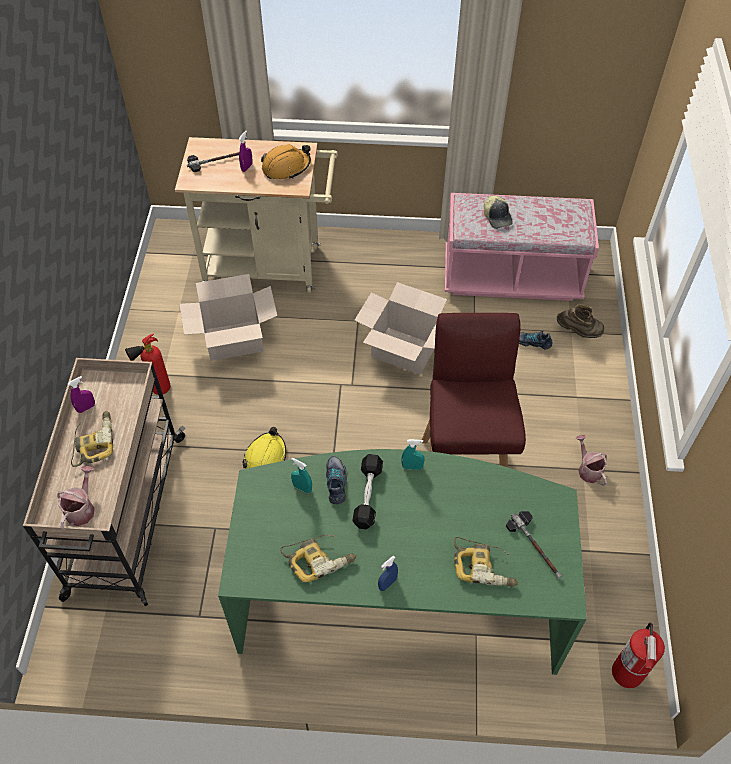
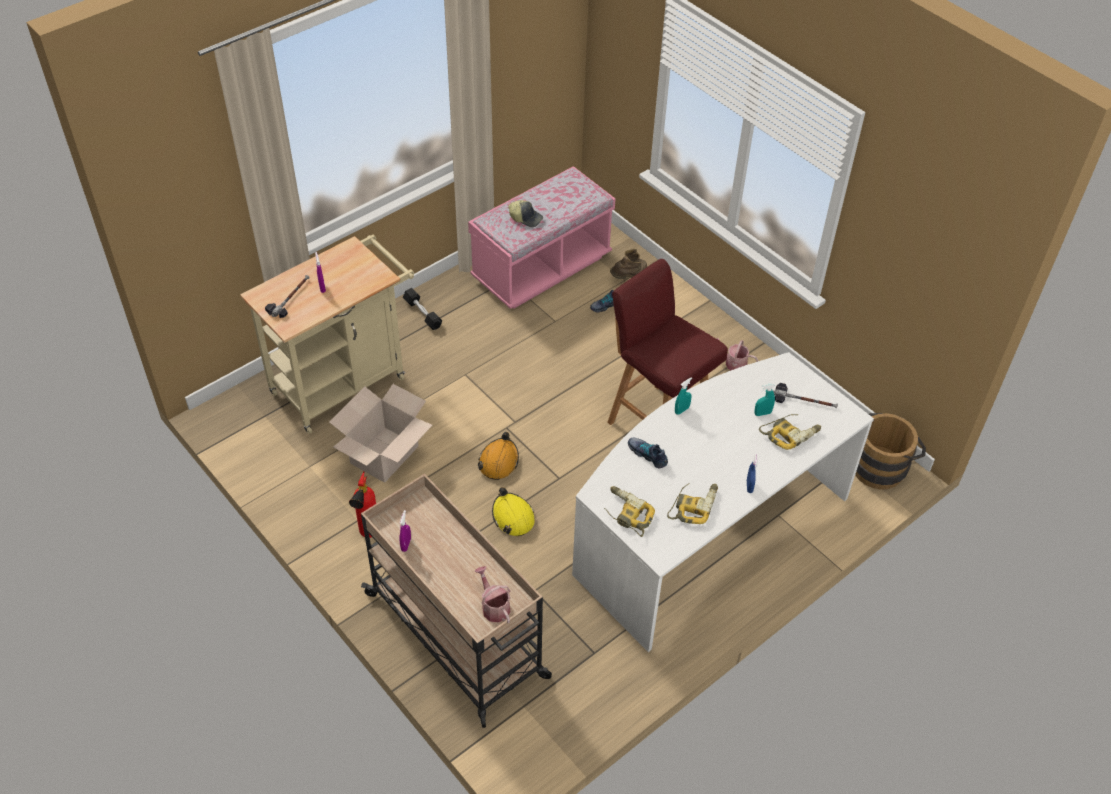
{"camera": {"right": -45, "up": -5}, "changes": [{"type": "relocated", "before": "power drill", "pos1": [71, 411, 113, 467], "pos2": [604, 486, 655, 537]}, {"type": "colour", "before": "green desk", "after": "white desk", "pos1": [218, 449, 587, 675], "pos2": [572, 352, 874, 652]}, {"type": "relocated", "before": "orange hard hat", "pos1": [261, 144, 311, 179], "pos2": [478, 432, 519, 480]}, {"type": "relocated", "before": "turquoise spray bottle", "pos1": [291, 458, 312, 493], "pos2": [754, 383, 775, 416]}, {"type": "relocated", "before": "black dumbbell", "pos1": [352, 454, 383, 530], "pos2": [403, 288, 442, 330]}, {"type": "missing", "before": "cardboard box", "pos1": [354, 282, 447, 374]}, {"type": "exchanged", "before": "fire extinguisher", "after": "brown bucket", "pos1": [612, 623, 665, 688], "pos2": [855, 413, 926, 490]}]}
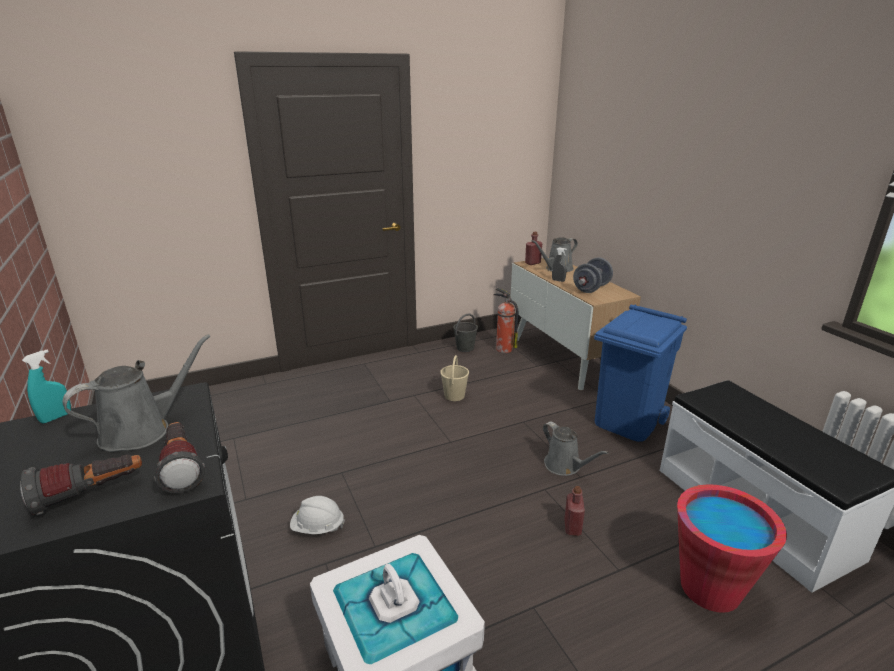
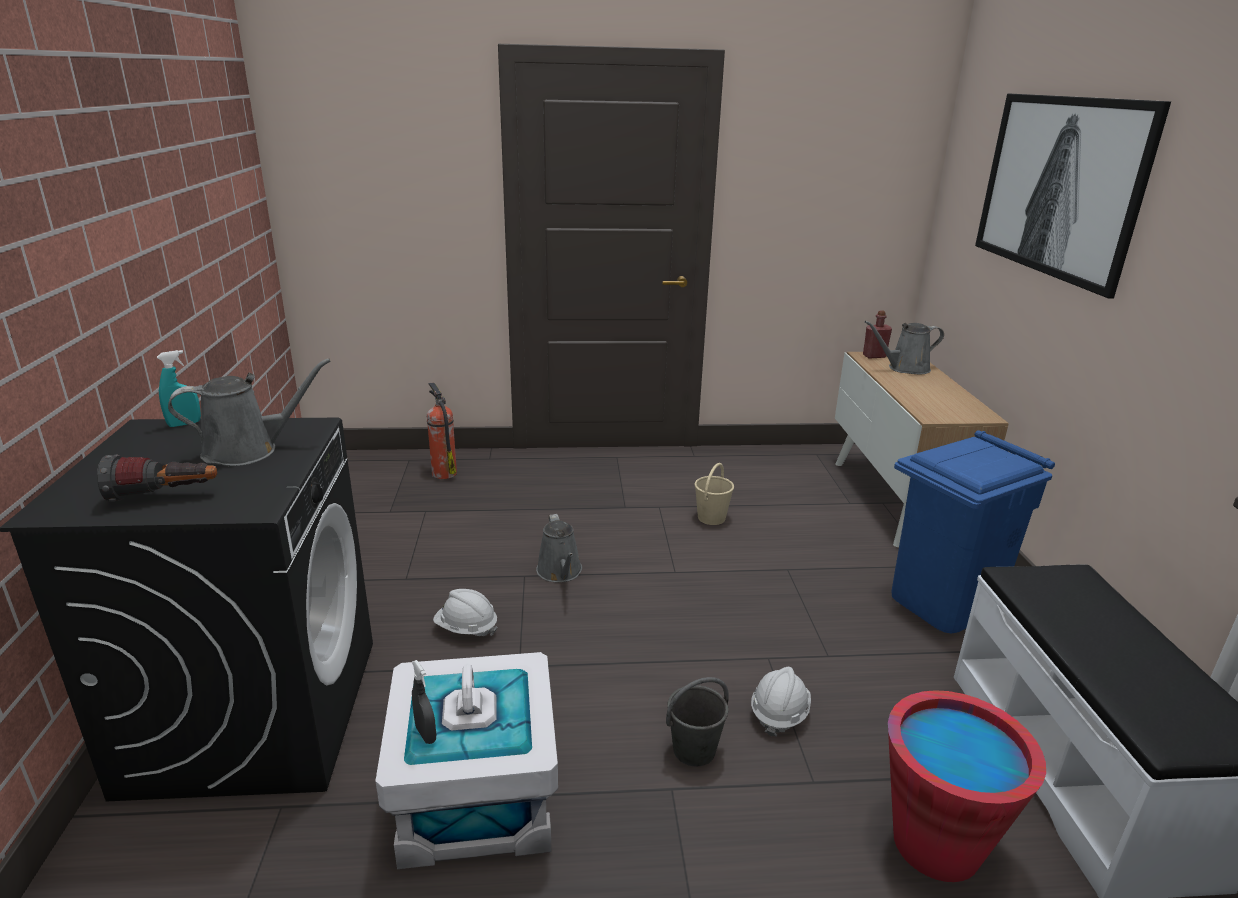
{"camera": {"right": 20, "up": 0}, "changes": [{"type": "missing", "before": "flashlight", "pos1": [154, 422, 205, 493]}, {"type": "relocated", "before": "grey bucket", "pos1": [453, 313, 478, 352], "pos2": [666, 677, 729, 767]}, {"type": "relocated", "before": "fire extinguisher", "pos1": [493, 288, 519, 353], "pos2": [427, 382, 457, 479]}, {"type": "relocated", "before": "grey watering can", "pos1": [543, 422, 608, 476], "pos2": [536, 514, 582, 582]}, {"type": "relocated", "before": "grey spray bottle", "pos1": [552, 247, 567, 282], "pos2": [412, 660, 436, 744]}, {"type": "exchanged", "before": "red bottle", "after": "white hard hat", "pos1": [564, 486, 585, 536], "pos2": [751, 667, 811, 737]}, {"type": "missing", "before": "grey dumbbell", "pos1": [573, 257, 613, 293]}, {"type": "appeared", "after": "picture", "pos2": [975, 94, 1171, 298]}]}
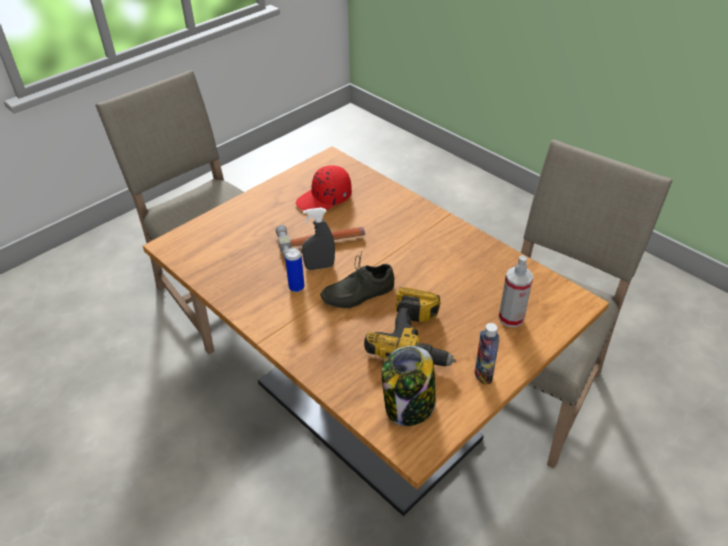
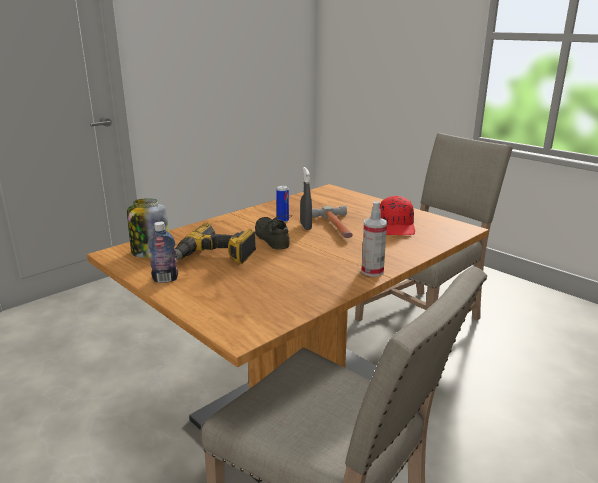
{"camera": {"right": 90, "up": -20}, "changes": [{"type": "spun", "before": "red cap", "pos1": [296, 165, 352, 211], "pos2": [380, 196, 415, 235], "turn": -150}, {"type": "relocated", "before": "spray bottle", "pos1": [499, 255, 533, 328], "pos2": [361, 201, 387, 277]}]}
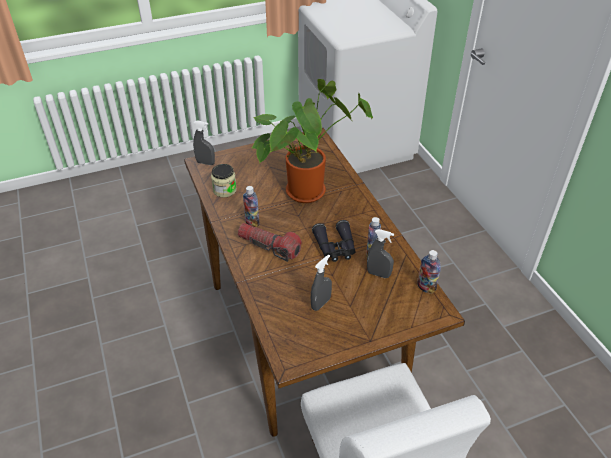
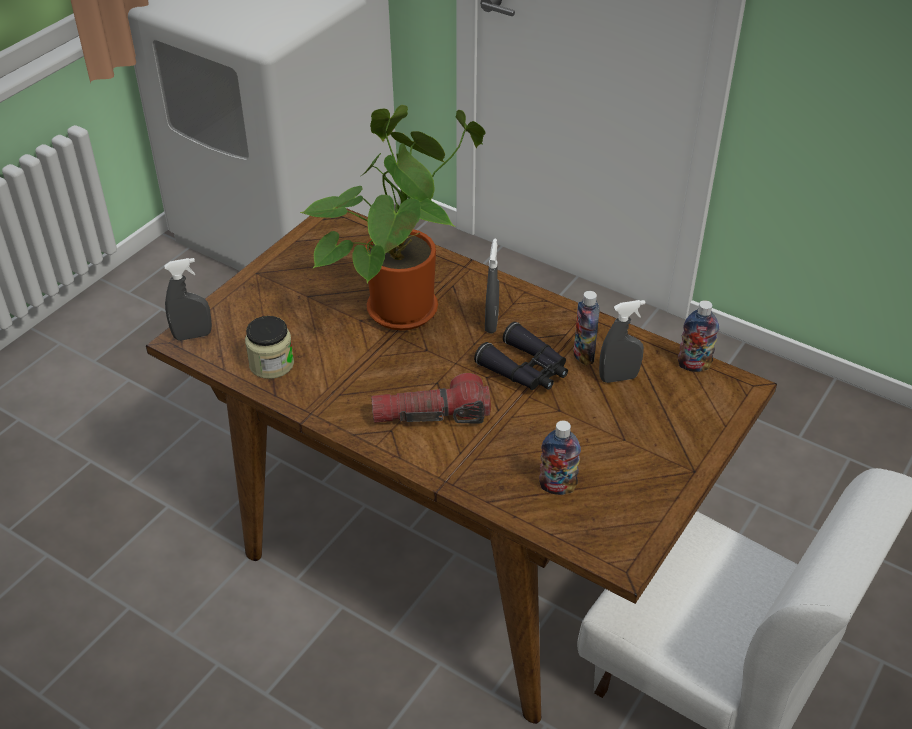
{"camera": {"right": -35, "up": 0}, "changes": [{"type": "relocated", "before": "bottle", "pos1": [243, 186, 260, 227], "pos2": [539, 421, 581, 495]}, {"type": "relocated", "before": "grey spray bottle", "pos1": [311, 255, 332, 311], "pos2": [485, 239, 499, 333]}]}
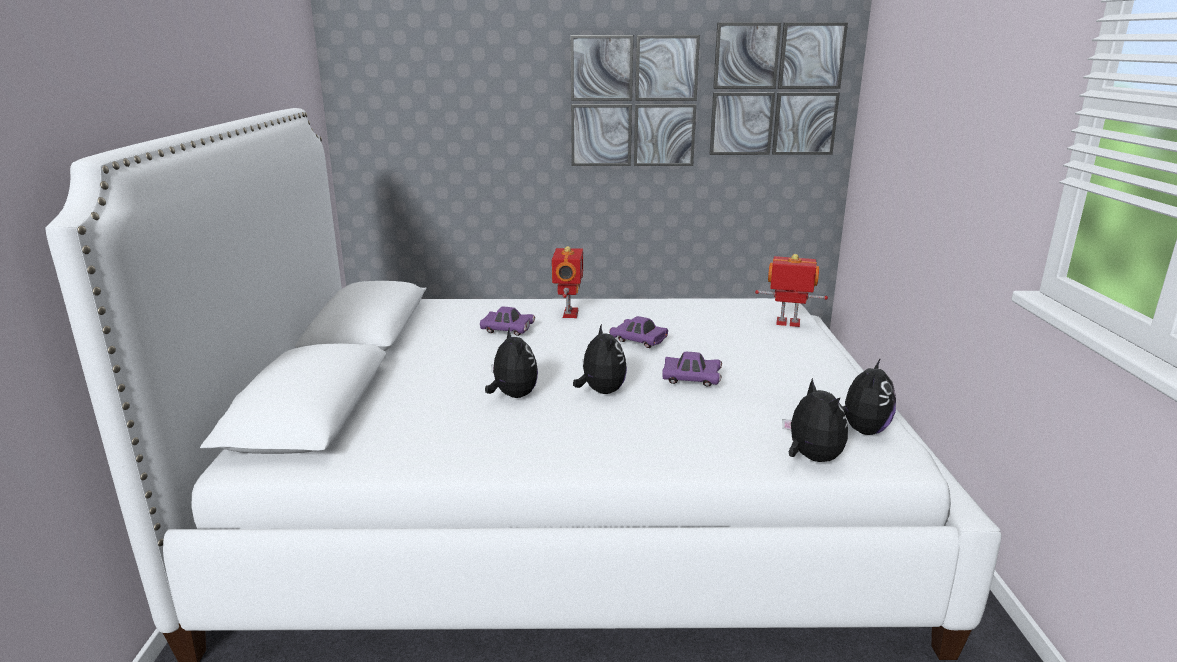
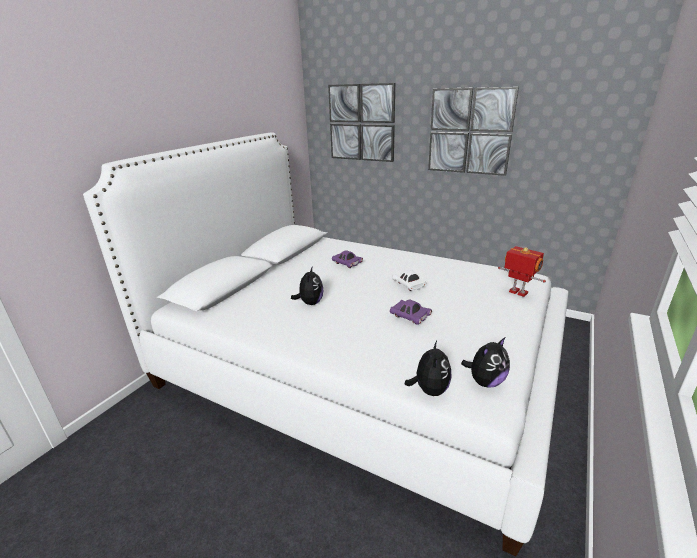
{"camera": {"right": 30, "up": 5}, "changes": [{"type": "missing", "before": "toy robot", "pos1": [552, 246, 584, 318]}, {"type": "missing", "before": "plush toy", "pos1": [573, 323, 627, 394]}, {"type": "colour", "before": "purple toy car", "after": "white toy car", "pos1": [609, 316, 668, 348], "pos2": [392, 270, 426, 291]}, {"type": "relocated", "before": "picture", "pos1": [710, 23, 848, 155], "pos2": [328, 83, 395, 162]}]}
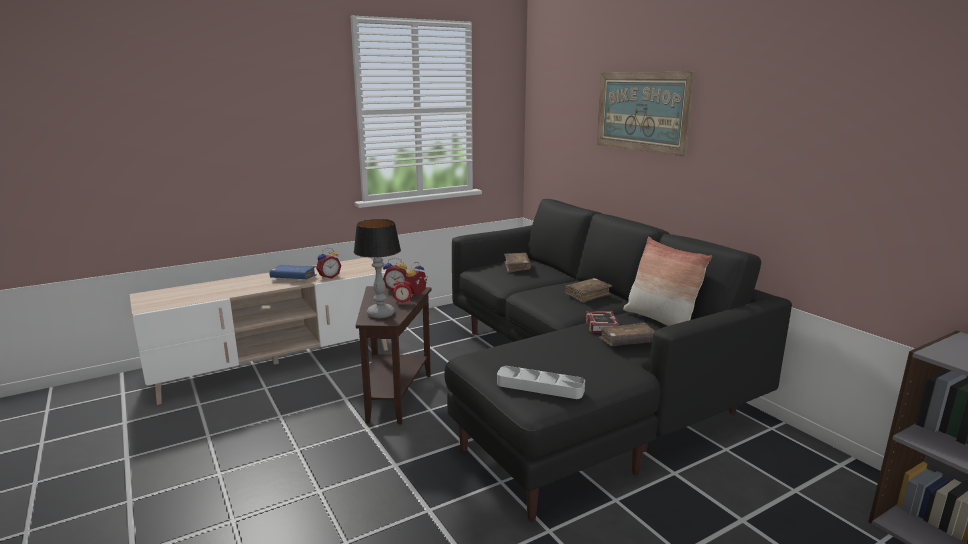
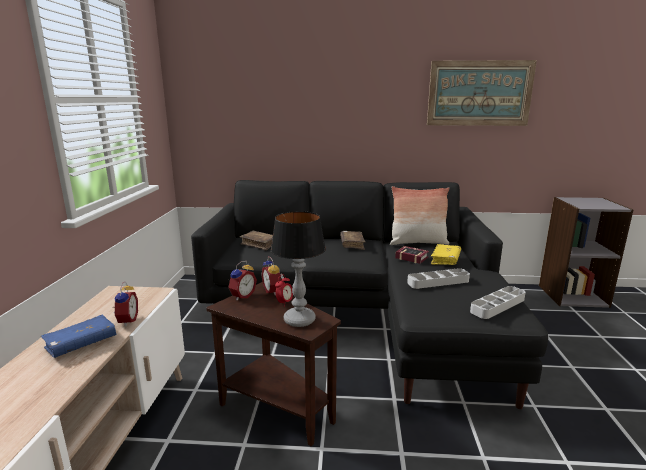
{"camera": {"right": -55, "up": 0}, "changes": [{"type": "relocated", "before": "picture", "pos1": [597, 72, 695, 157], "pos2": [427, 60, 537, 126]}, {"type": "colour", "before": "brown book", "after": "yellow book", "pos1": [599, 323, 655, 346], "pos2": [431, 244, 461, 265]}, {"type": "appeared", "after": "grey tray", "pos2": [407, 268, 470, 289]}]}
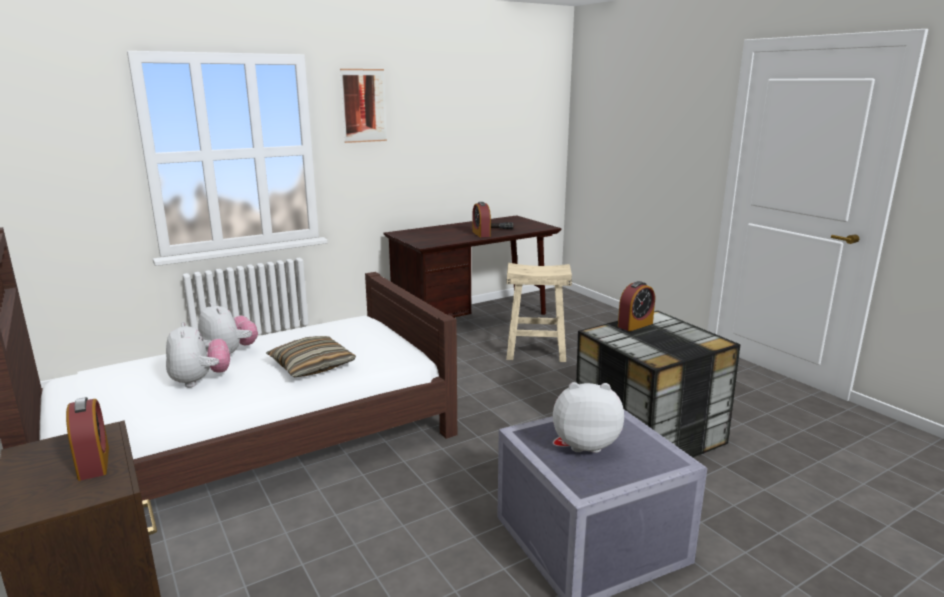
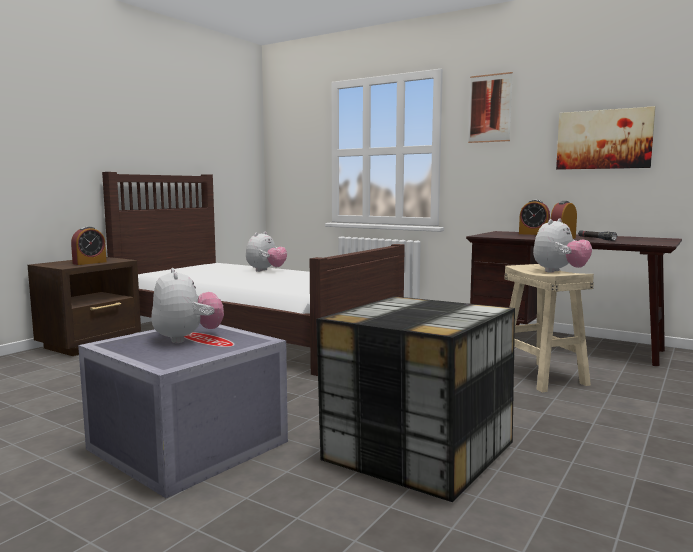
{"camera": {"right": 65, "up": -10}, "changes": [{"type": "relocated", "before": "plush toy", "pos1": [166, 322, 230, 388], "pos2": [533, 218, 592, 273]}, {"type": "missing", "before": "pillow", "pos1": [266, 336, 356, 377]}, {"type": "relocated", "before": "alarm clock", "pos1": [618, 281, 655, 331], "pos2": [519, 200, 550, 235]}, {"type": "appeared", "after": "picture", "pos2": [556, 106, 656, 170]}]}
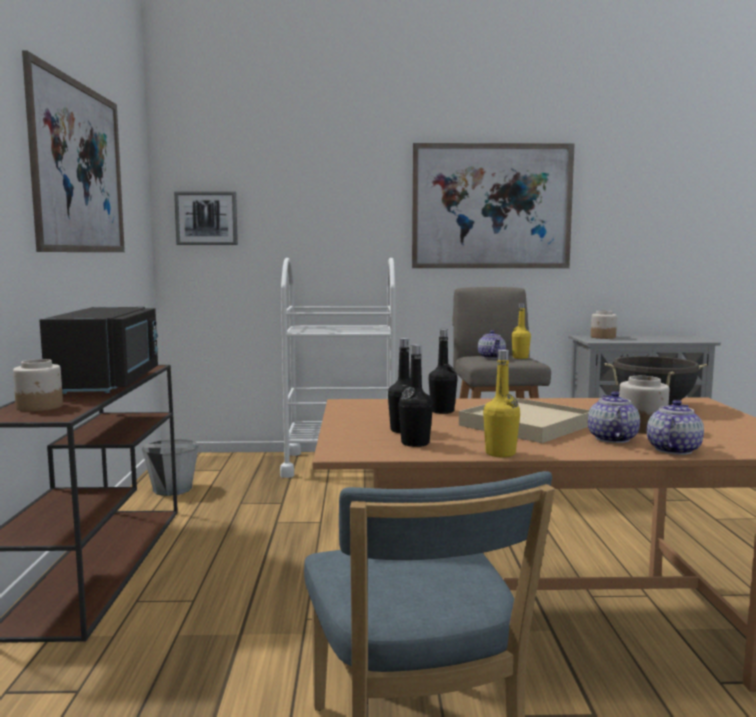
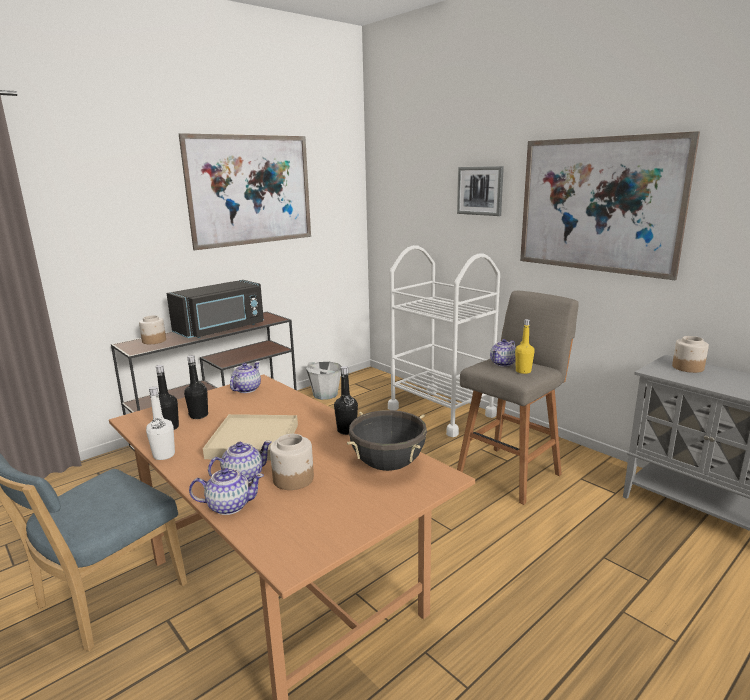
{"camera": {"right": 50, "up": 10}, "changes": [{"type": "relocated", "before": "picture", "pos1": [174, 191, 238, 245], "pos2": [457, 166, 504, 216]}, {"type": "relocated", "before": "black bottle", "pos1": [429, 329, 457, 414], "pos2": [334, 366, 358, 435]}, {"type": "colour", "before": "yellow bottle", "after": "white bottle", "pos1": [483, 349, 520, 458], "pos2": [146, 387, 175, 460]}, {"type": "appeared", "after": "teapot", "pos2": [230, 362, 261, 393]}]}
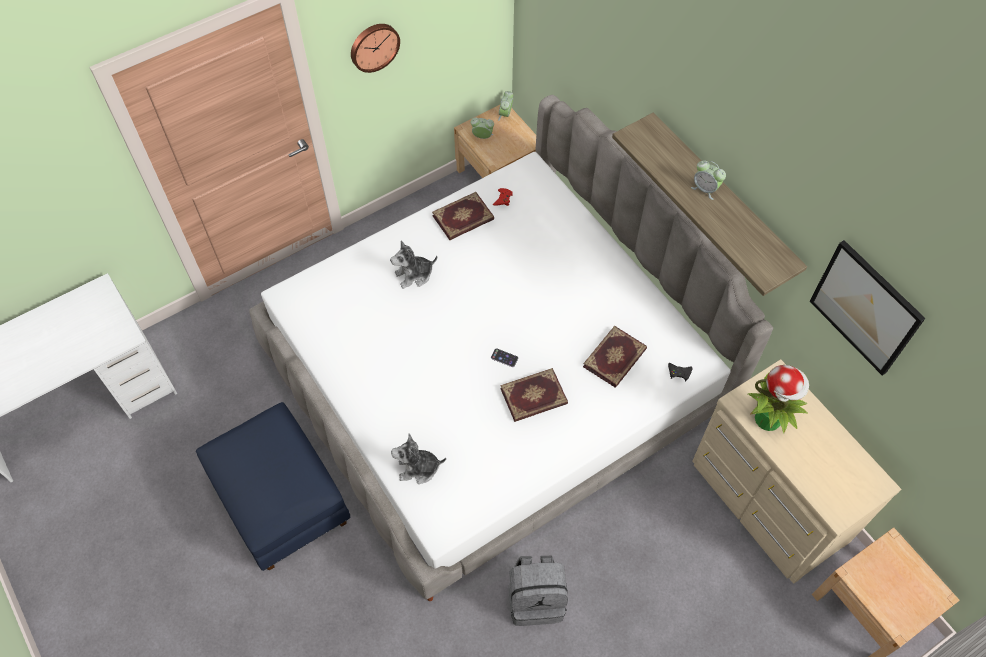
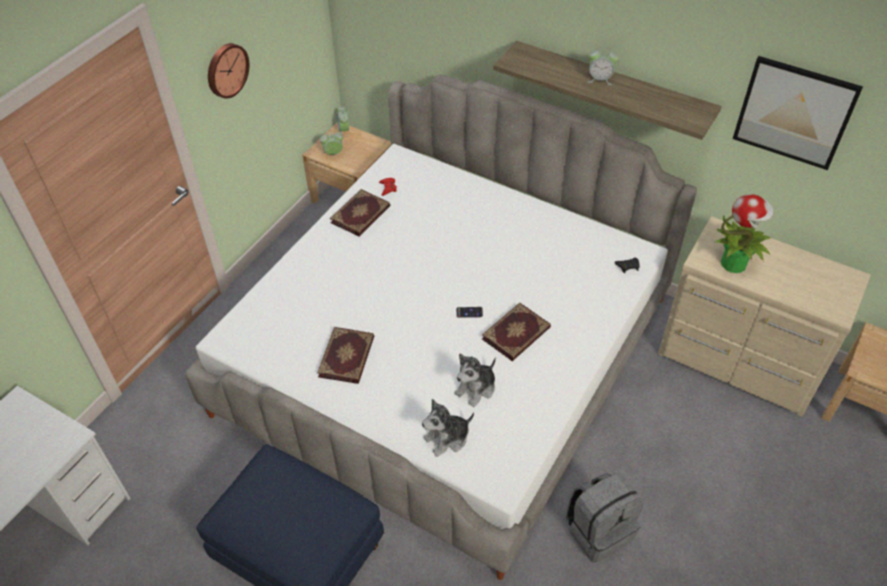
{"camera": {"right": -25, "up": -10}, "changes": [{"type": "relocated", "before": "plush toy", "pos1": [390, 240, 437, 289], "pos2": [455, 353, 496, 407]}, {"type": "relocated", "before": "book", "pos1": [583, 326, 647, 388], "pos2": [317, 327, 374, 384]}]}
